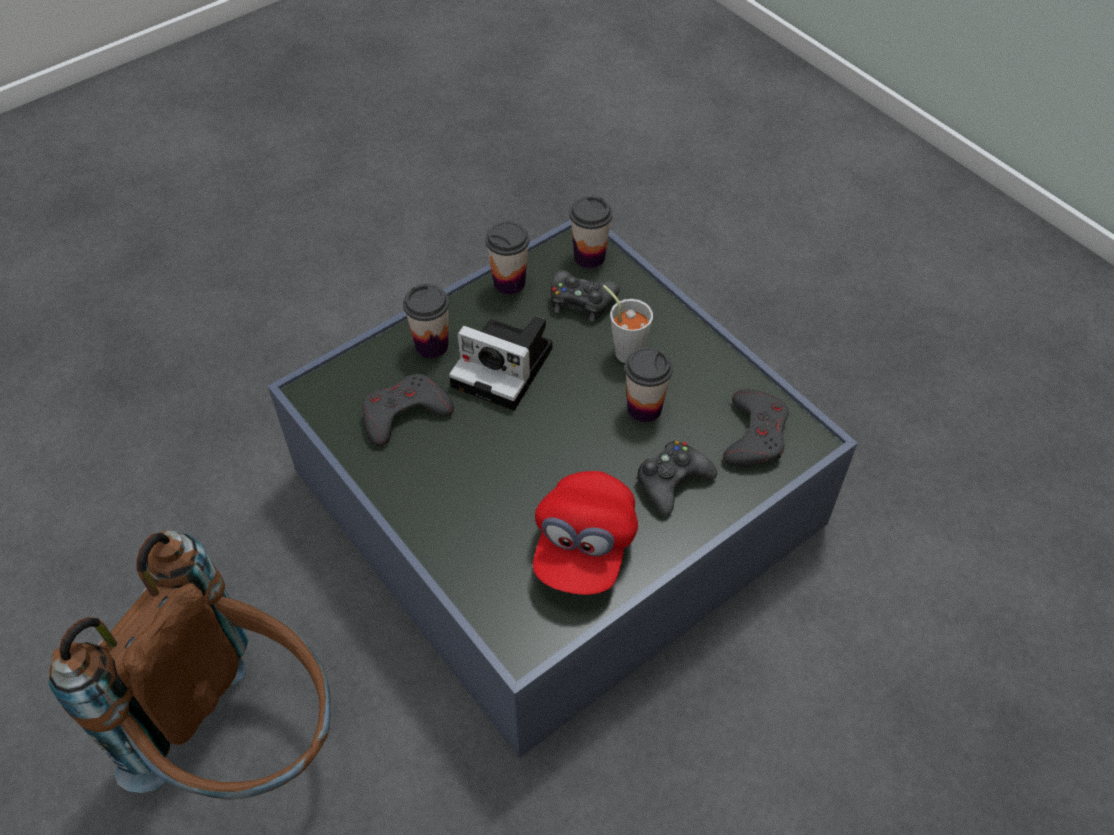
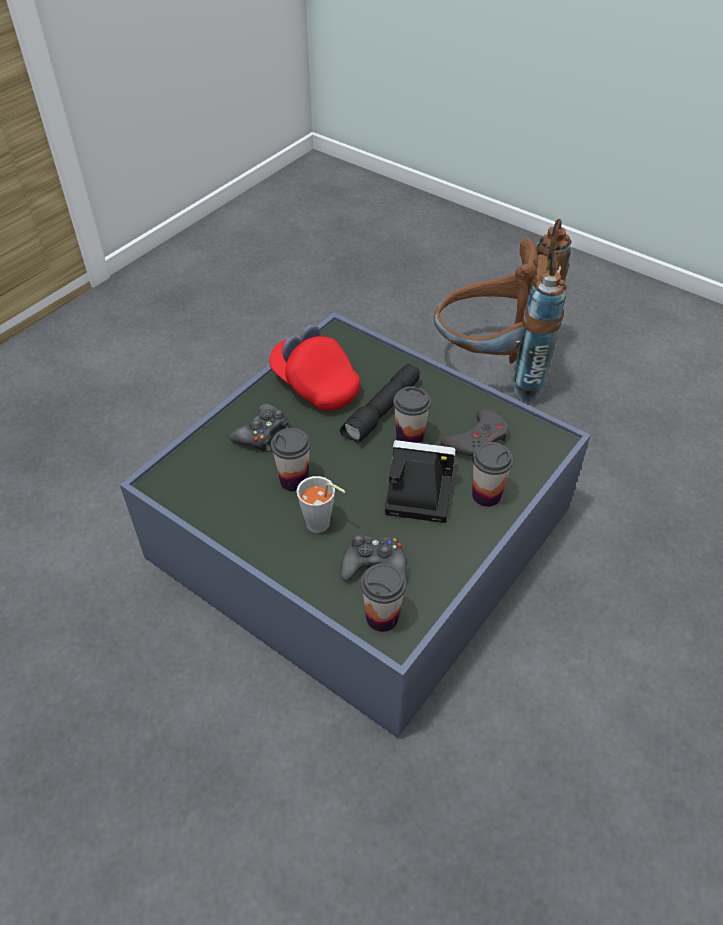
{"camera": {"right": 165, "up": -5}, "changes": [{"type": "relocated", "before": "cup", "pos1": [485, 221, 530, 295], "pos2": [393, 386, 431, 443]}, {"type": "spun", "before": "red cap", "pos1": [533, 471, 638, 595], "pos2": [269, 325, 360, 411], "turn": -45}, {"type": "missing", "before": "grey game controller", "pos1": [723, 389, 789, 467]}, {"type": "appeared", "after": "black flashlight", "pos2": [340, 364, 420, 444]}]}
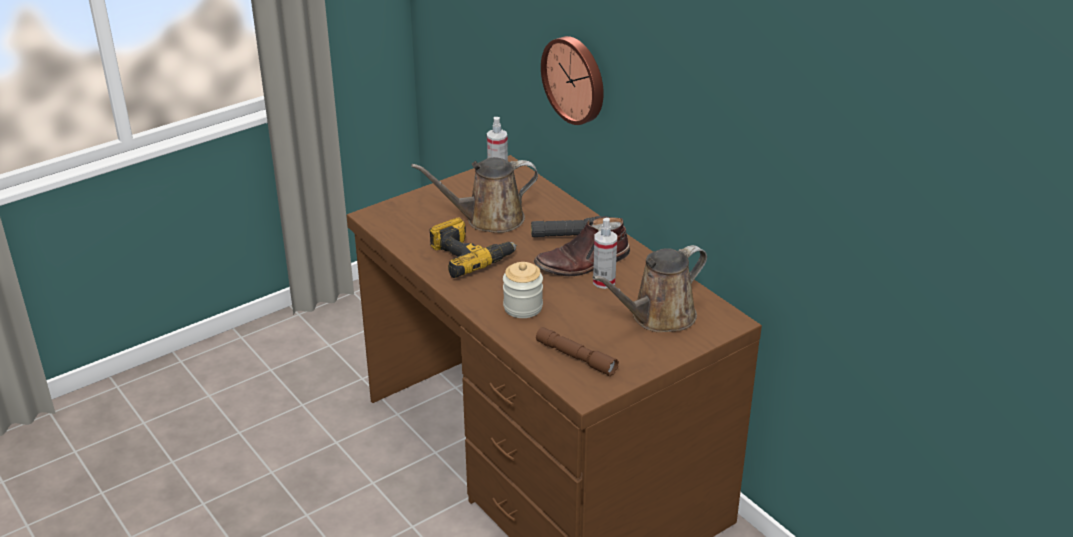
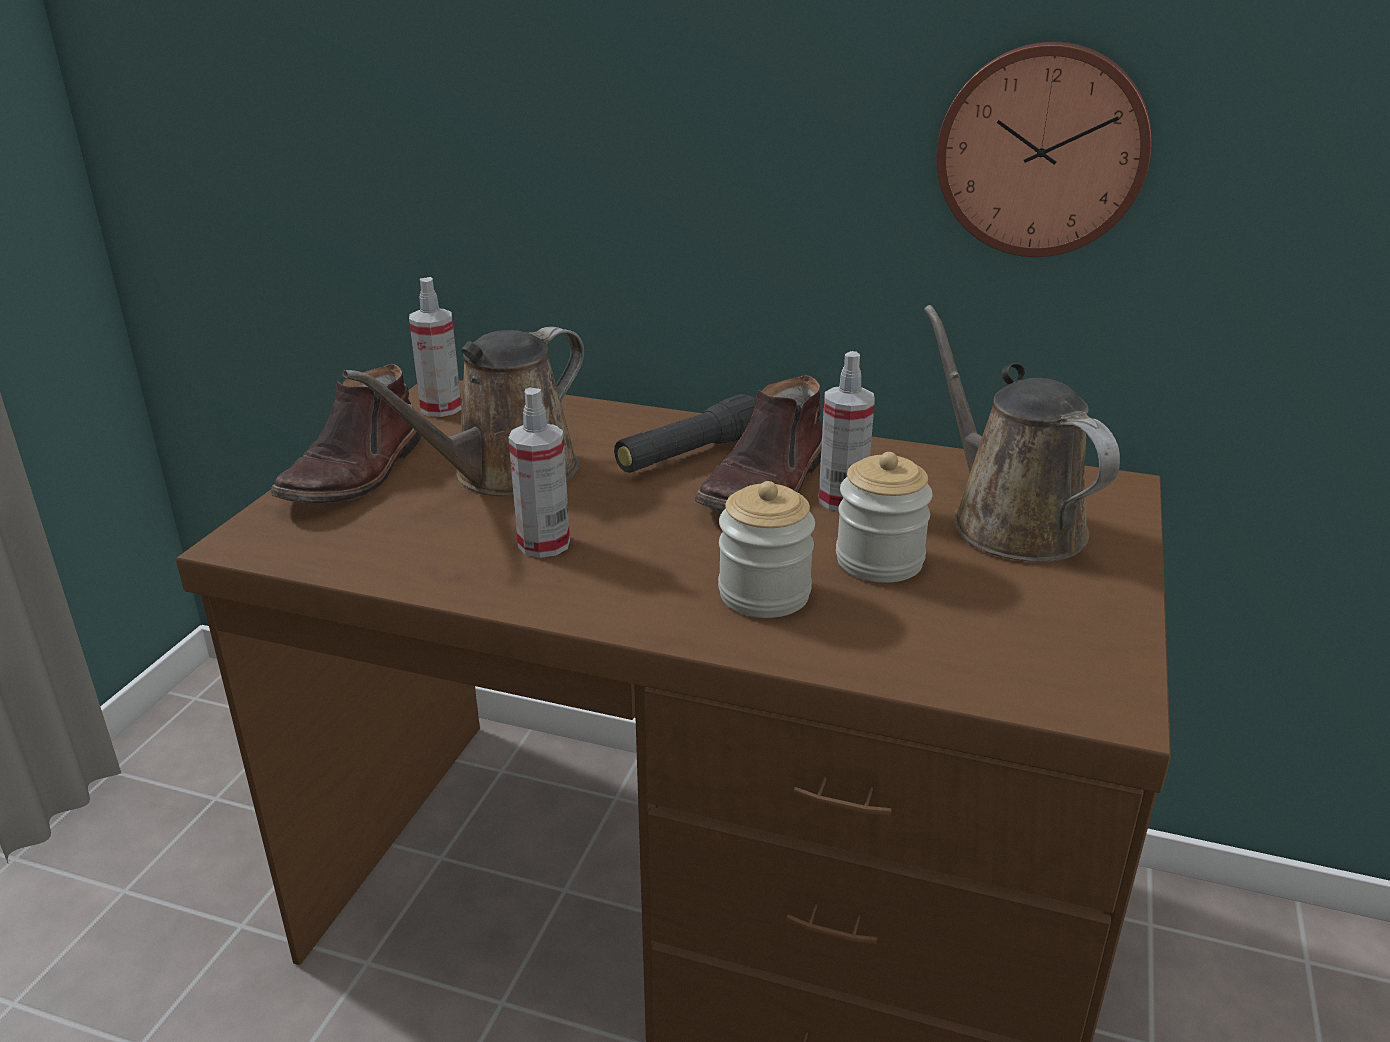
{"camera": {"right": -35, "up": -5}, "changes": [{"type": "exchanged", "before": "power drill", "after": "spray bottle", "pos1": [429, 218, 517, 278], "pos2": [508, 388, 570, 558]}, {"type": "missing", "before": "brown flashlight", "pos1": [536, 327, 619, 377]}, {"type": "relocated", "before": "wall clock", "pos1": [541, 36, 604, 125], "pos2": [936, 42, 1151, 257]}, {"type": "spun", "before": "brown watering can", "pos1": [592, 245, 707, 332], "pos2": [924, 305, 1120, 562], "turn": 135}, {"type": "appeared", "after": "brown boot", "pos2": [271, 364, 422, 503]}, {"type": "appeared", "after": "jar", "pos2": [836, 452, 933, 583]}]}
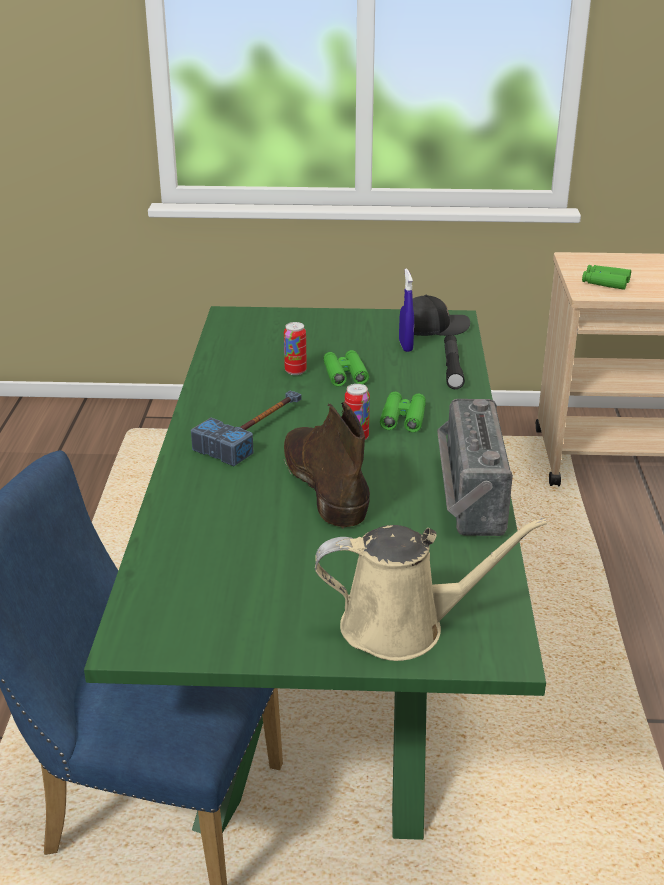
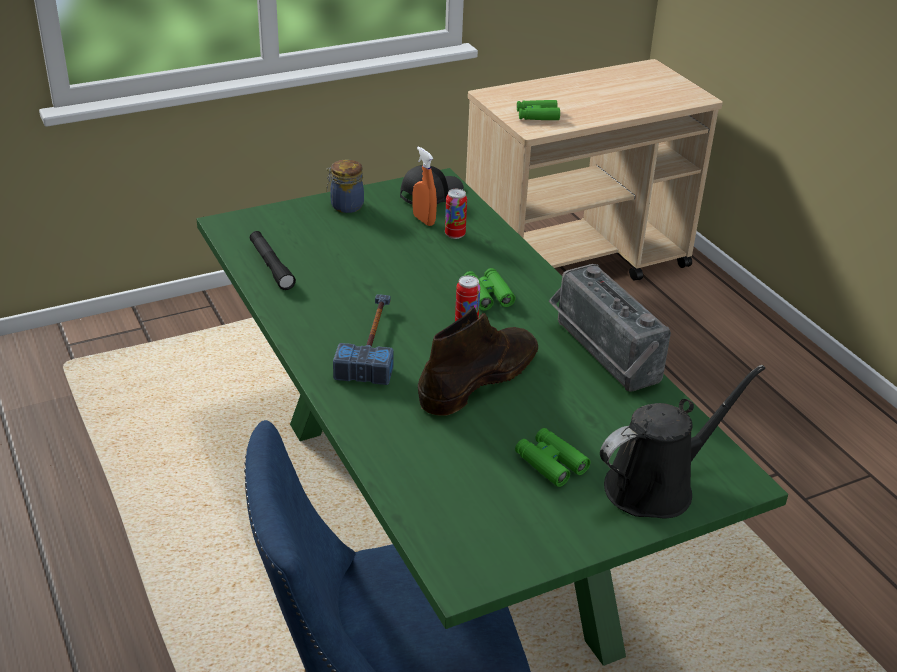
{"camera": {"right": -30, "up": 5}, "changes": [{"type": "relocated", "before": "can", "pos1": [284, 322, 307, 375], "pos2": [445, 189, 467, 239]}, {"type": "spun", "before": "brown boot", "pos1": [284, 402, 370, 528], "pos2": [418, 306, 538, 416], "turn": 90}, {"type": "colour", "before": "beige watering can", "after": "black watering can", "pos1": [315, 518, 547, 661], "pos2": [600, 365, 765, 519]}, {"type": "relocated", "before": "green binoculars", "pos1": [323, 350, 369, 387], "pos2": [515, 428, 590, 487]}, {"type": "colour", "before": "blue spray bottle", "after": "orange spray bottle", "pos1": [399, 268, 414, 352], "pos2": [413, 147, 437, 226]}, {"type": "relocated", "before": "black flashlight", "pos1": [444, 335, 465, 389], "pos2": [250, 231, 296, 290]}, {"type": "appeared", "after": "jar", "pos2": [326, 160, 364, 213]}]}
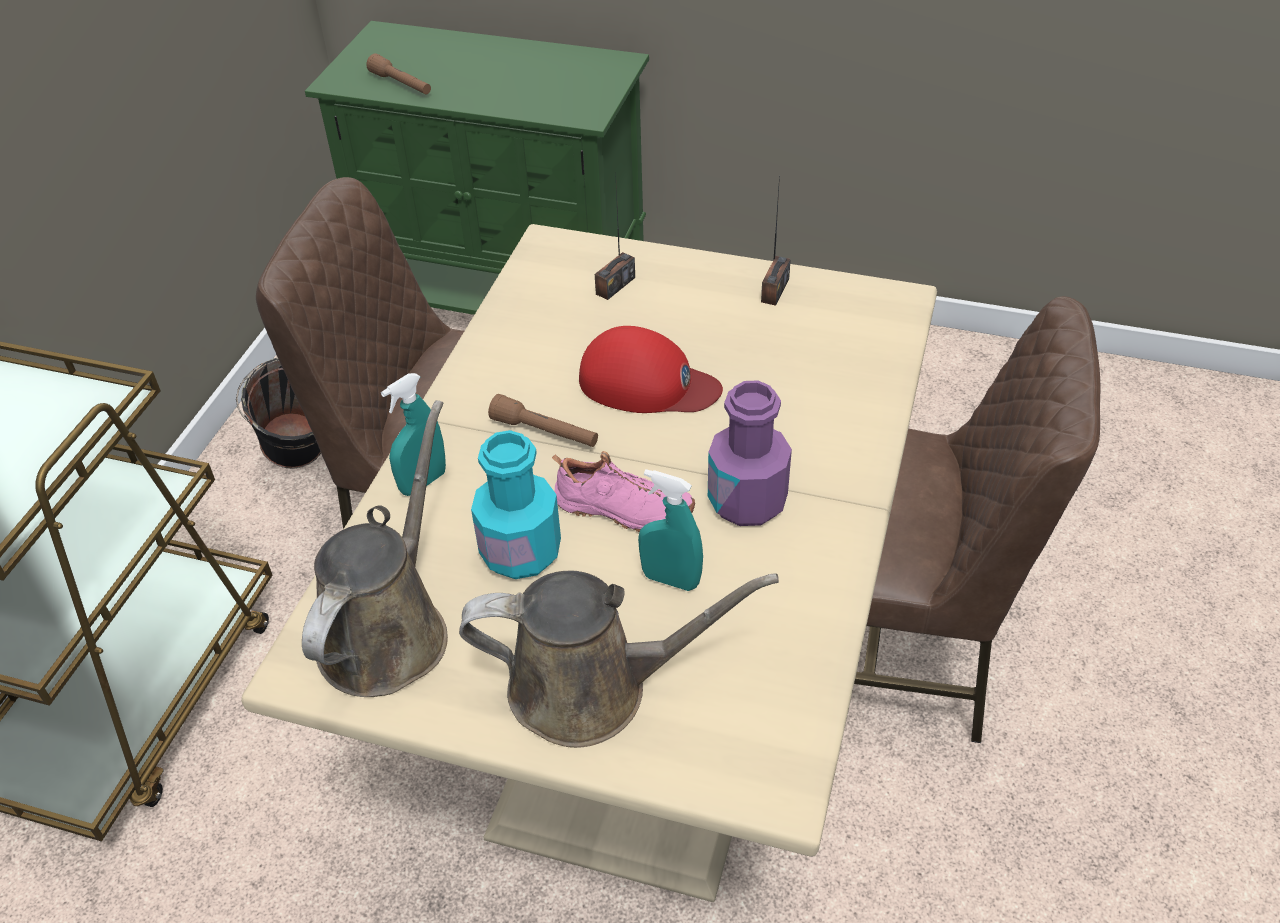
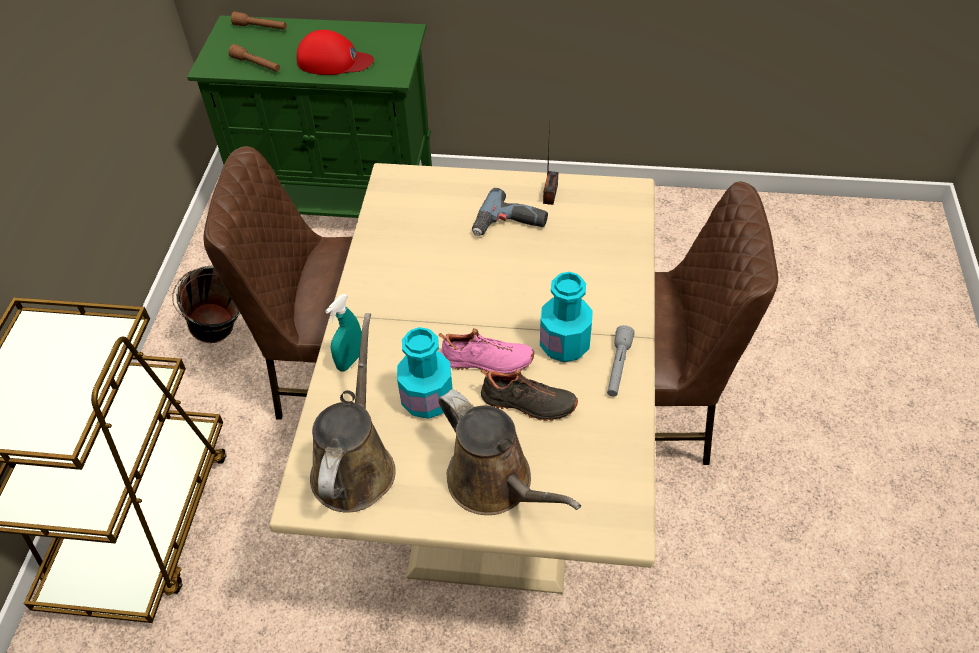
{"camera": {"right": -10, "up": 5}, "changes": [{"type": "spun", "before": "brown watering can", "pos1": [459, 571, 779, 748], "pos2": [438, 389, 581, 515], "turn": 60}, {"type": "relocated", "before": "brown flashlight", "pos1": [488, 394, 598, 447], "pos2": [231, 11, 287, 30]}, {"type": "relocated", "before": "red cap", "pos1": [579, 326, 723, 413], "pos2": [297, 30, 374, 75]}, {"type": "missing", "before": "radio", "pos1": [595, 172, 635, 300]}, {"type": "exchanged", "before": "turquoise spray bottle", "after": "black shoe", "pos1": [638, 469, 703, 591], "pos2": [481, 369, 578, 421]}, {"type": "colour", "before": "purple bottle", "after": "turquoise bottle", "pos1": [708, 380, 792, 526], "pos2": [540, 272, 593, 362]}, {"type": "appeared", "after": "power drill", "pos2": [472, 188, 548, 236]}, {"type": "appeared", "after": "grey flashlight", "pos2": [607, 325, 635, 397]}]}
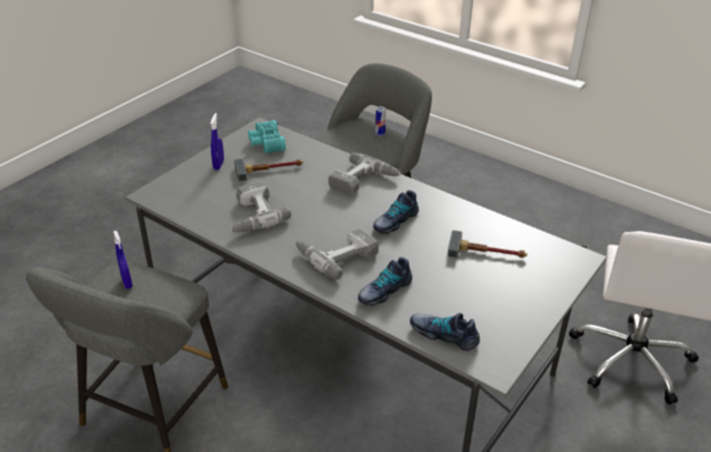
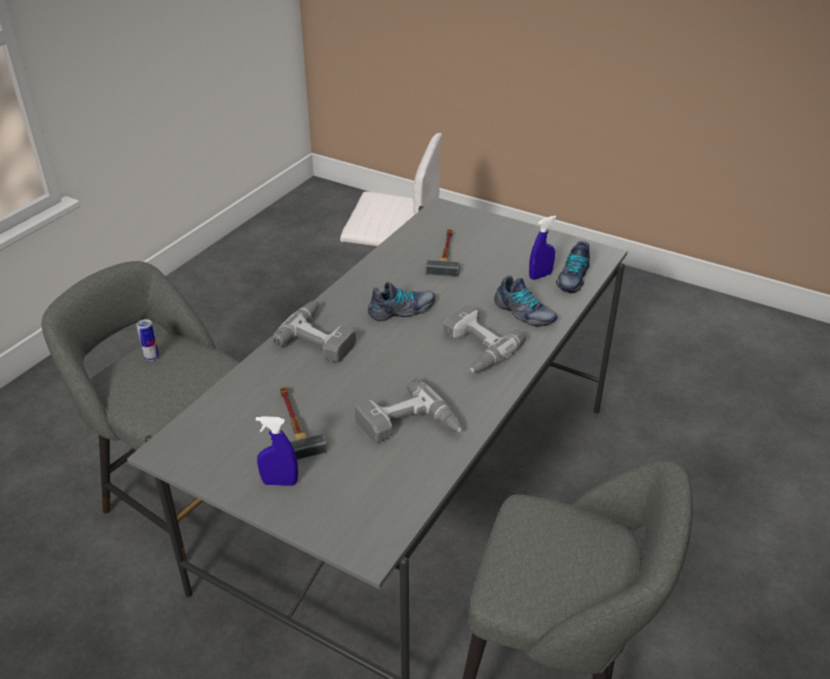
{"camera": {"right": -95, "up": 0}, "changes": [{"type": "relocated", "before": "blue spray bottle", "pos1": [113, 230, 133, 289], "pos2": [529, 215, 556, 280]}, {"type": "missing", "before": "turquoise binoculars", "pos1": [248, 120, 286, 154]}, {"type": "spun", "before": "shoe", "pos1": [373, 190, 419, 234], "pos2": [368, 282, 435, 321], "turn": -60}]}
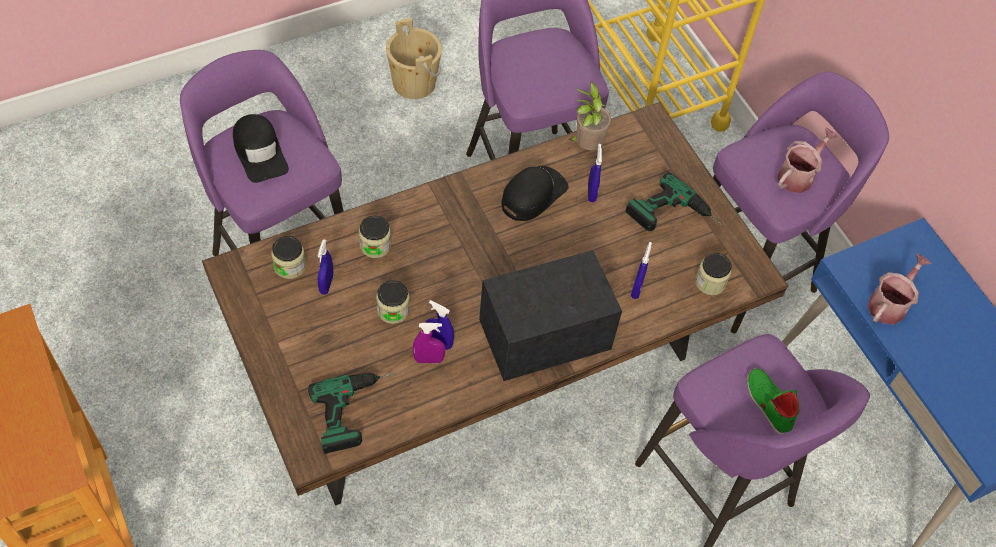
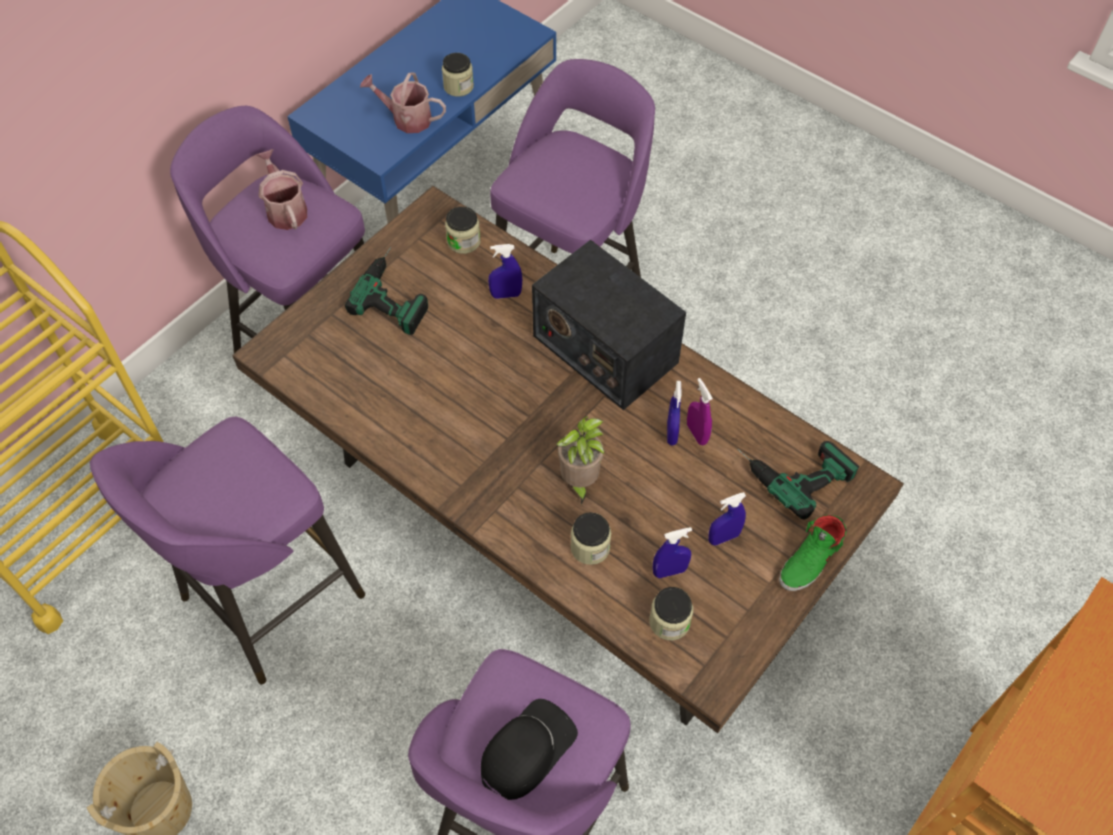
{"camera": {"right": -110, "up": 0}, "changes": [{"type": "relocated", "before": "jar", "pos1": [376, 280, 410, 324], "pos2": [442, 53, 474, 97]}, {"type": "missing", "before": "black cap", "pos1": [501, 166, 569, 221]}, {"type": "relocated", "before": "potted plant", "pos1": [568, 82, 611, 150], "pos2": [556, 416, 604, 504]}, {"type": "relocated", "before": "blue spray bottle", "pos1": [588, 144, 602, 202], "pos2": [708, 492, 746, 545]}, {"type": "relocated", "before": "green shoe", "pos1": [747, 368, 799, 435], "pos2": [779, 515, 847, 591]}, {"type": "spun", "before": "watering can", "pos1": [777, 127, 838, 193], "pos2": [256, 149, 307, 230], "turn": 45}]}
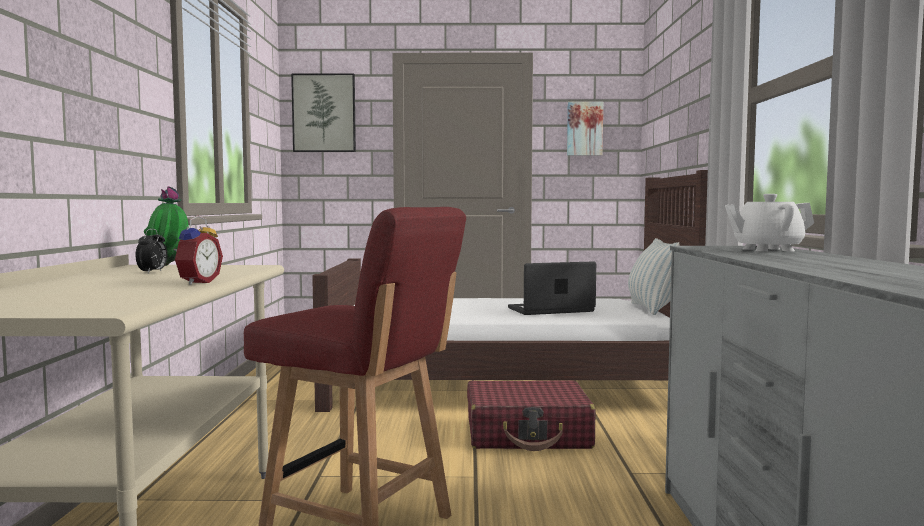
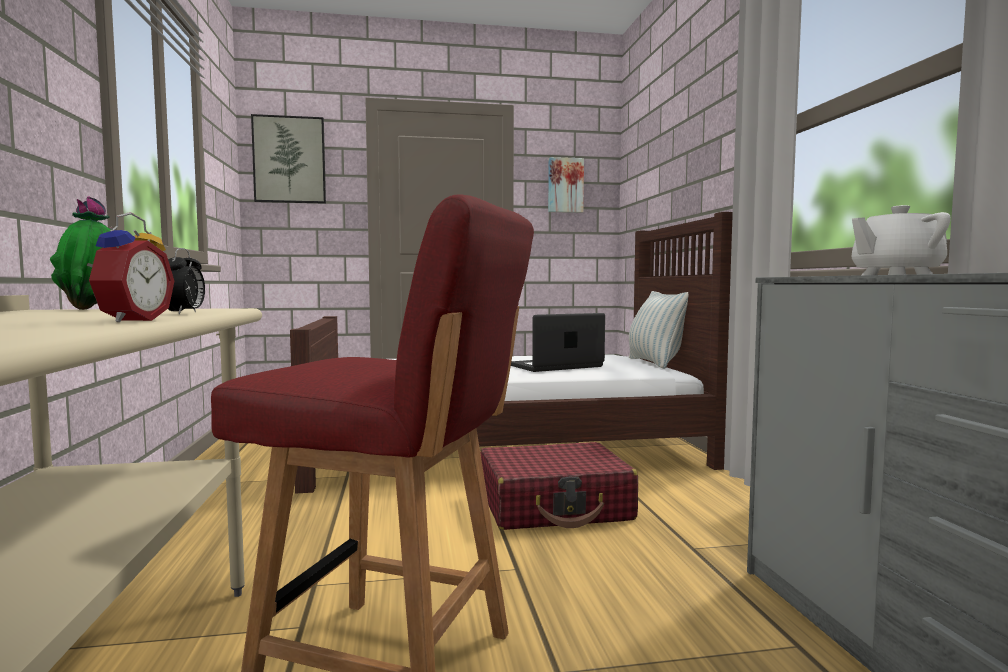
{"camera": {"right": -10, "up": 0}, "changes": [{"type": "relocated", "before": "alarm clock", "pos1": [136, 229, 167, 273], "pos2": [168, 248, 205, 314]}]}
